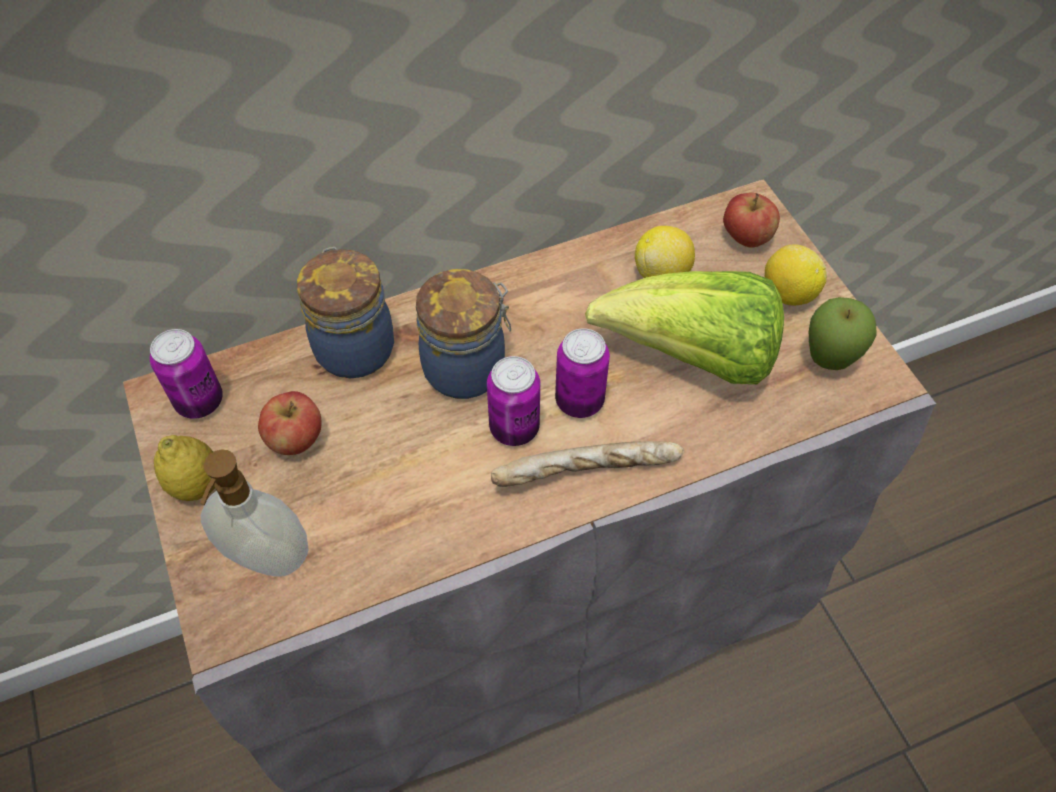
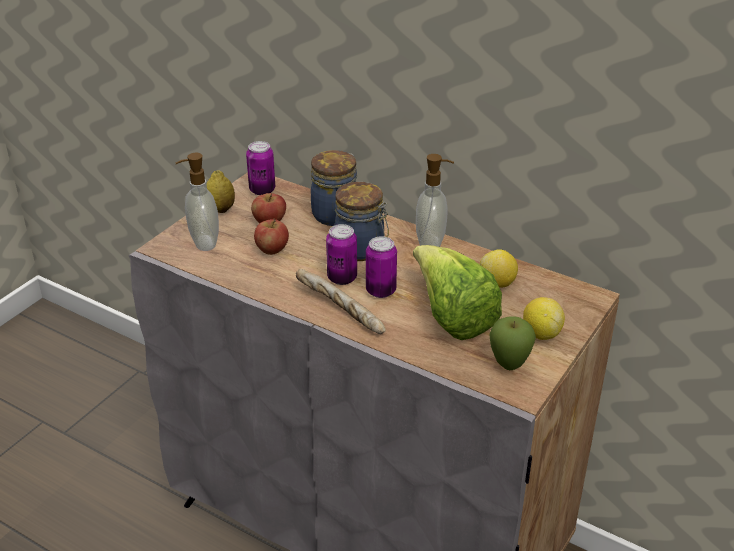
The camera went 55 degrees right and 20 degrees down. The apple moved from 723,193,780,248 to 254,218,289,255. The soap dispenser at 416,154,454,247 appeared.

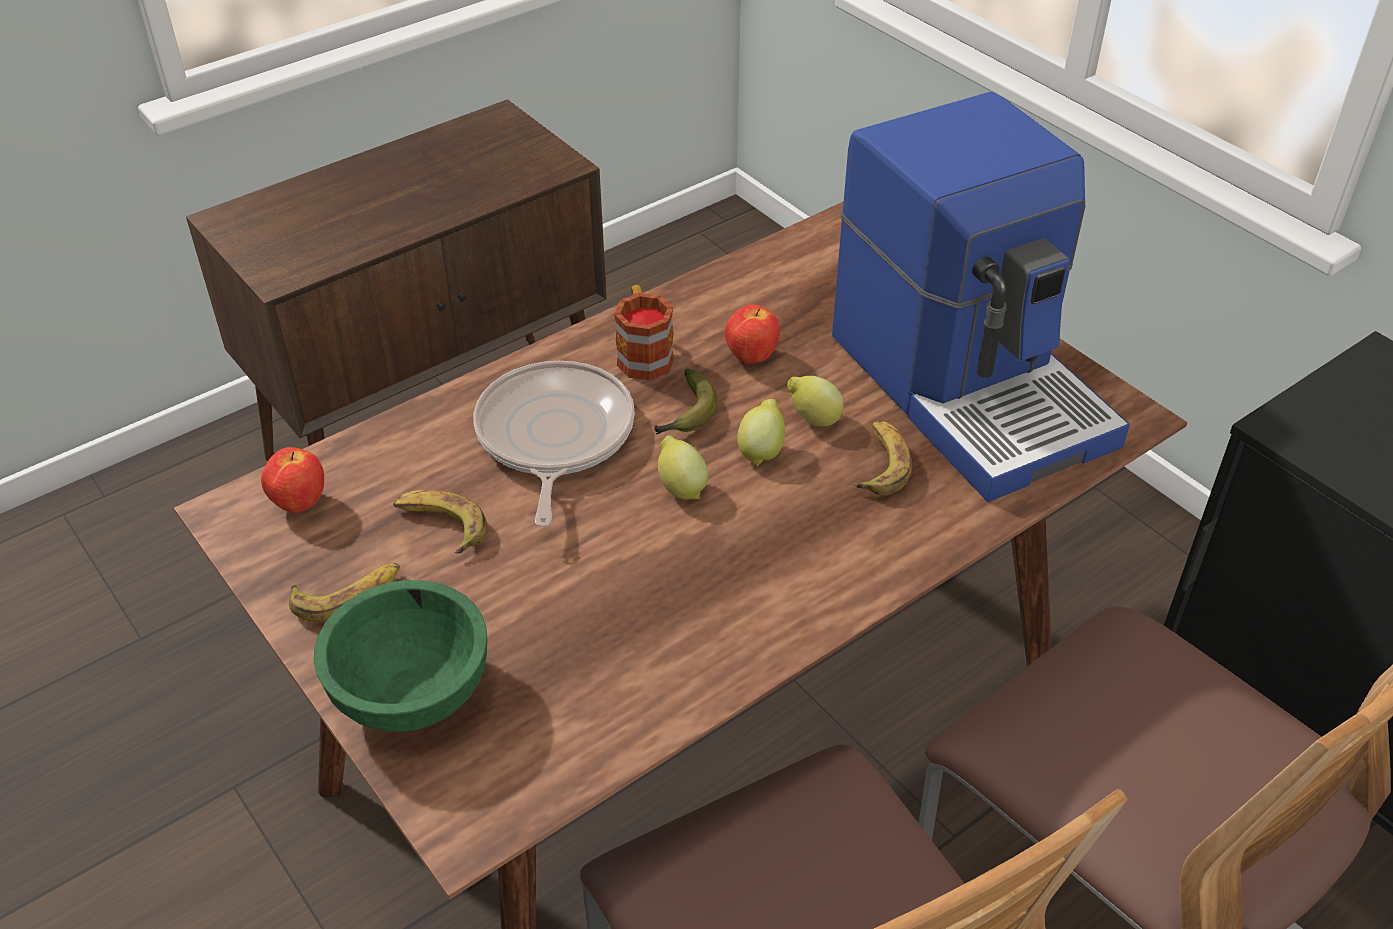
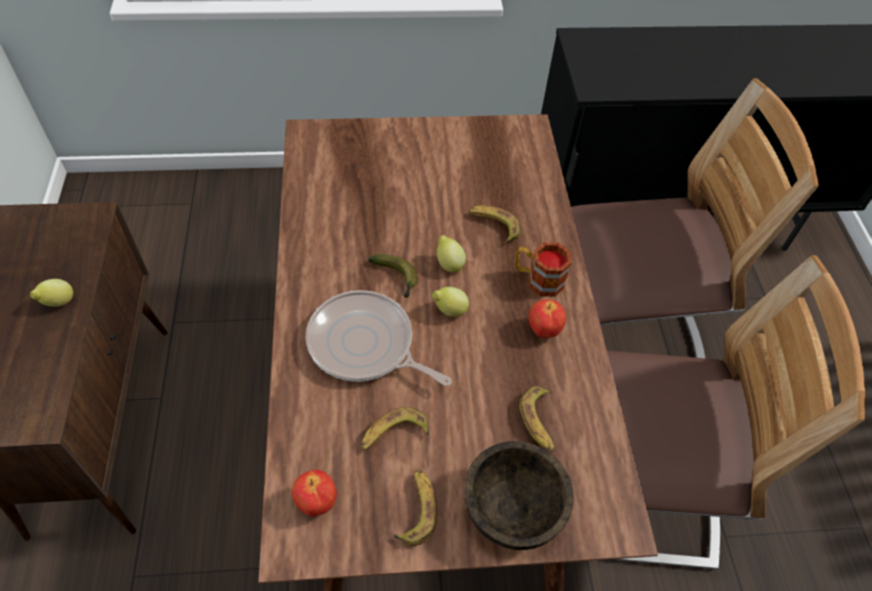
The camera went 60 degrees left and 10 degrees up. The bowl in green at 314,580,487,732 became the bowl in brown at 464,441,574,550. The mug moved from 614,285,674,381 to 515,242,572,297. The apple moved from 725,305,780,364 to 528,299,566,338. The lemon moved from 787,376,844,427 to 30,279,73,307. The coffee machine at 832,92,1130,502 disappeared. The banana at 519,386,555,452 appeared.

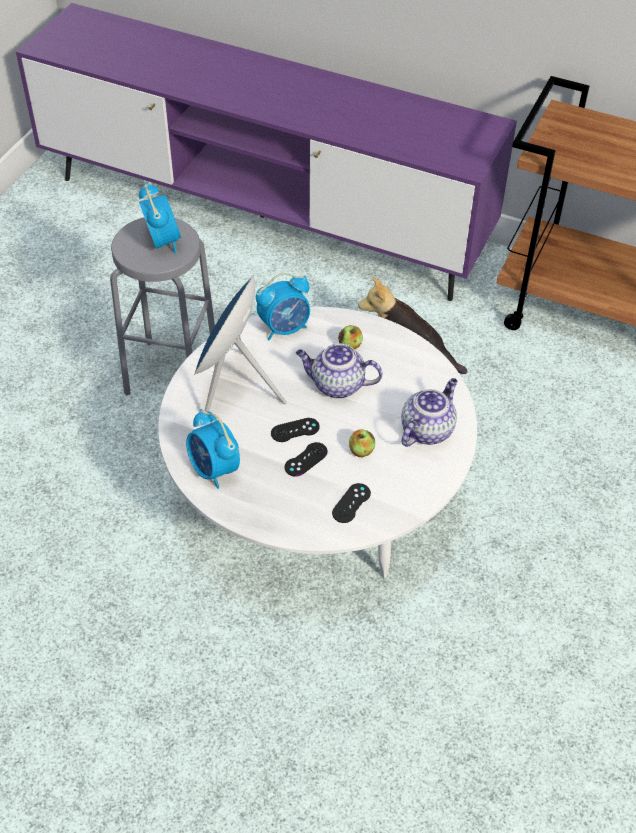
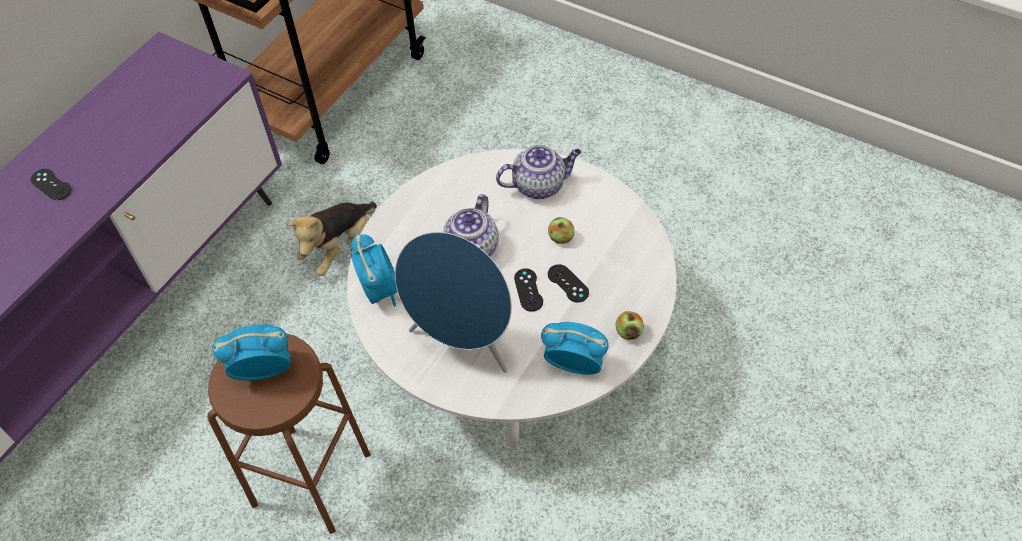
The camera went 80 degrees left and 5 degrees up. The stool in grey at 110,217,215,396 became the stool in brown at 207,333,371,534. The alarm clock at 186,409,240,489 turned 135 degrees counterclockwise. The game controller in black moved from 332,483,371,523 to 31,169,72,200. The apple moved from 338,325,363,350 to 616,311,644,340. The teapot at 401,378,458,447 turned 120 degrees clockwise.

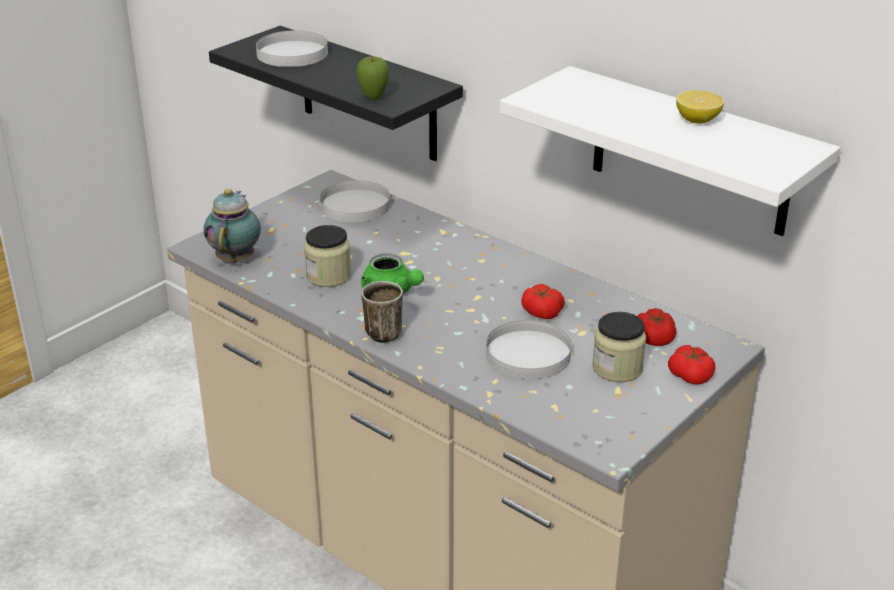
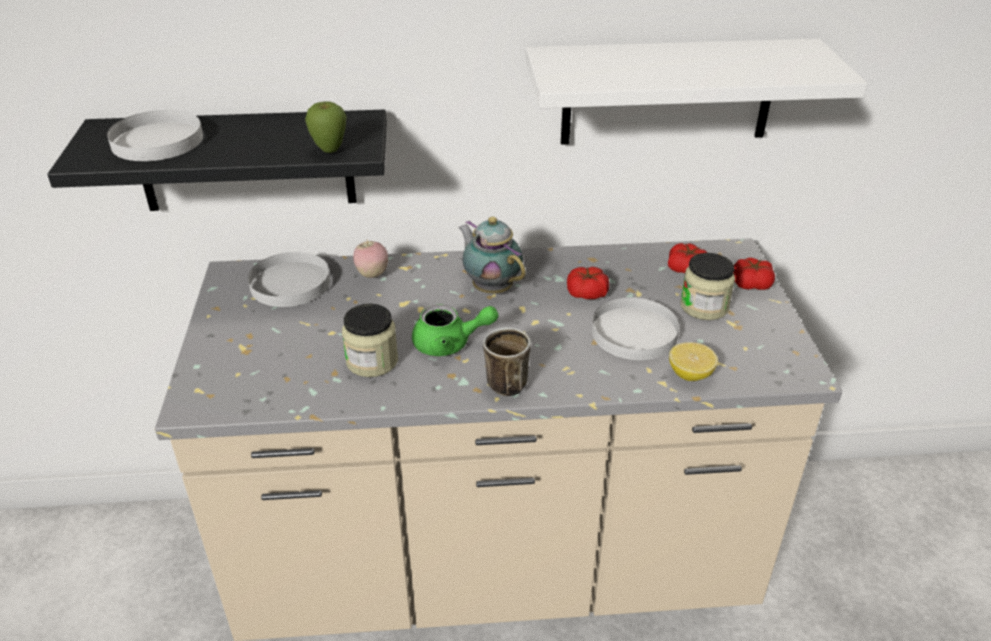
The camera went 45 degrees left and 5 degrees up. The teapot moved from 204,189,261,263 to 458,217,525,293. The lemon moved from 676,90,724,124 to 669,342,718,381. The apple at 353,240,388,278 appeared.

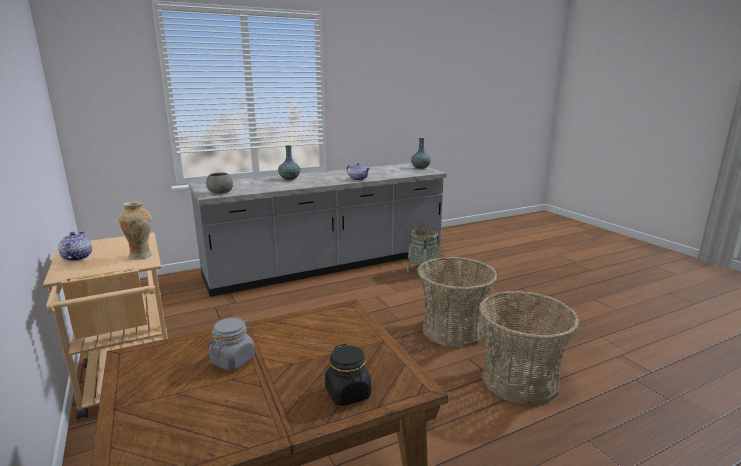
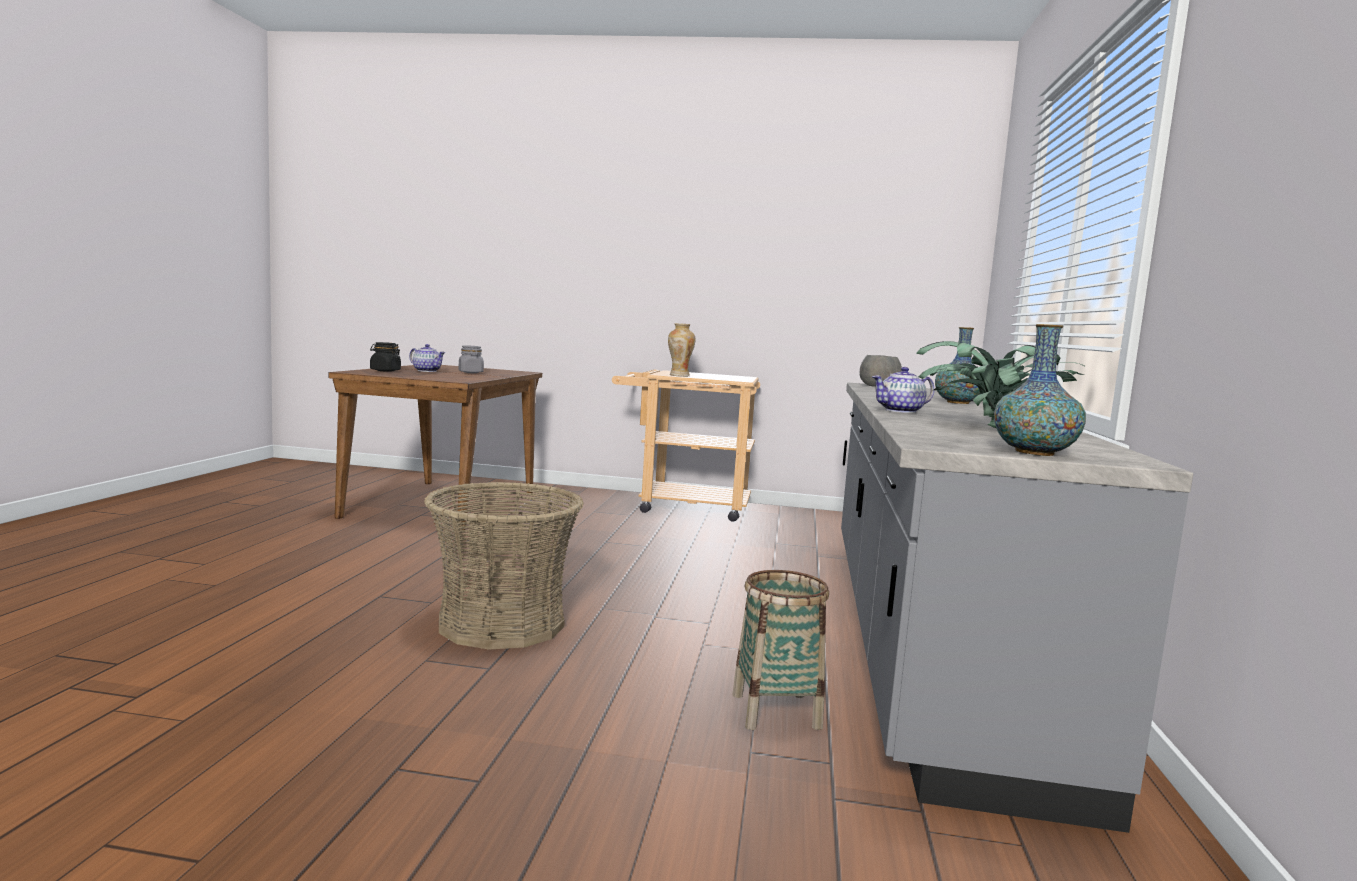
The camera went 125 degrees right and 10 degrees down. The teapot moved from 58,231,92,261 to 409,344,445,372. The basket at 479,291,580,405 disappeared. The potted plant at 916,341,1085,429 appeared.

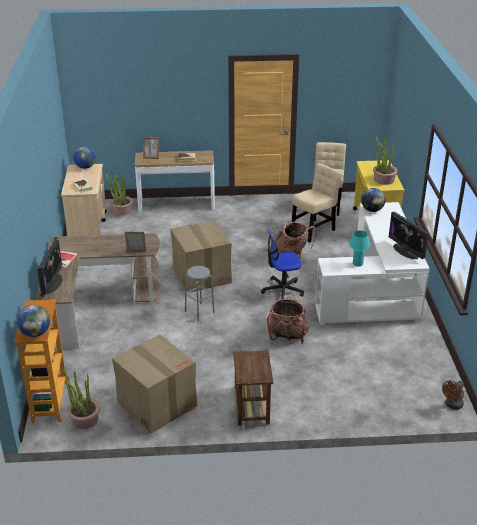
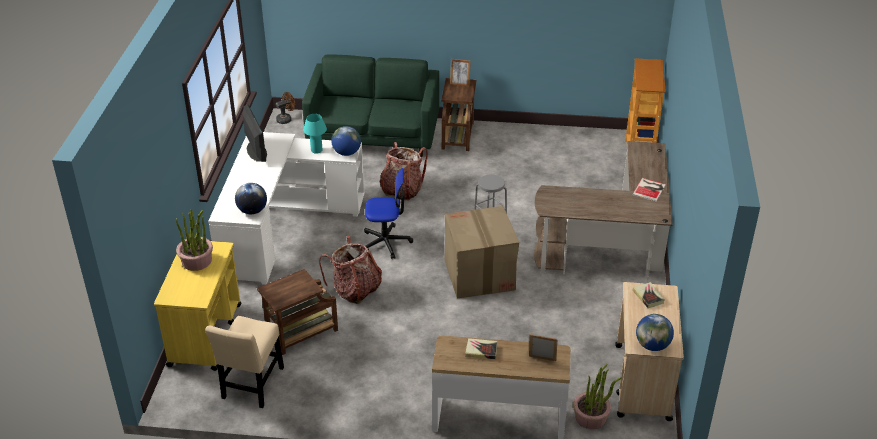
The camera went 170 degrees left and 5 degrees up. The globe moved from 17,305,50,337 to 331,126,361,156. The monitor at 37,240,63,295 disappeared. The potted plant at 64,369,100,429 disappeared. The cardboard box at 112,335,197,434 disappeared. The picture frame moved from 125,231,146,252 to 450,59,471,86. The chair in beige at 291,163,342,243 was replaced by the side table in brown at 257,269,338,355. The sofa in green at 302,54,439,157 appeared.

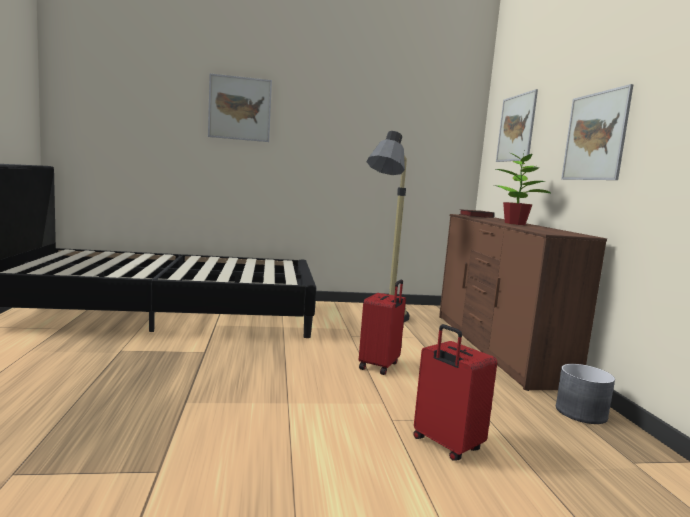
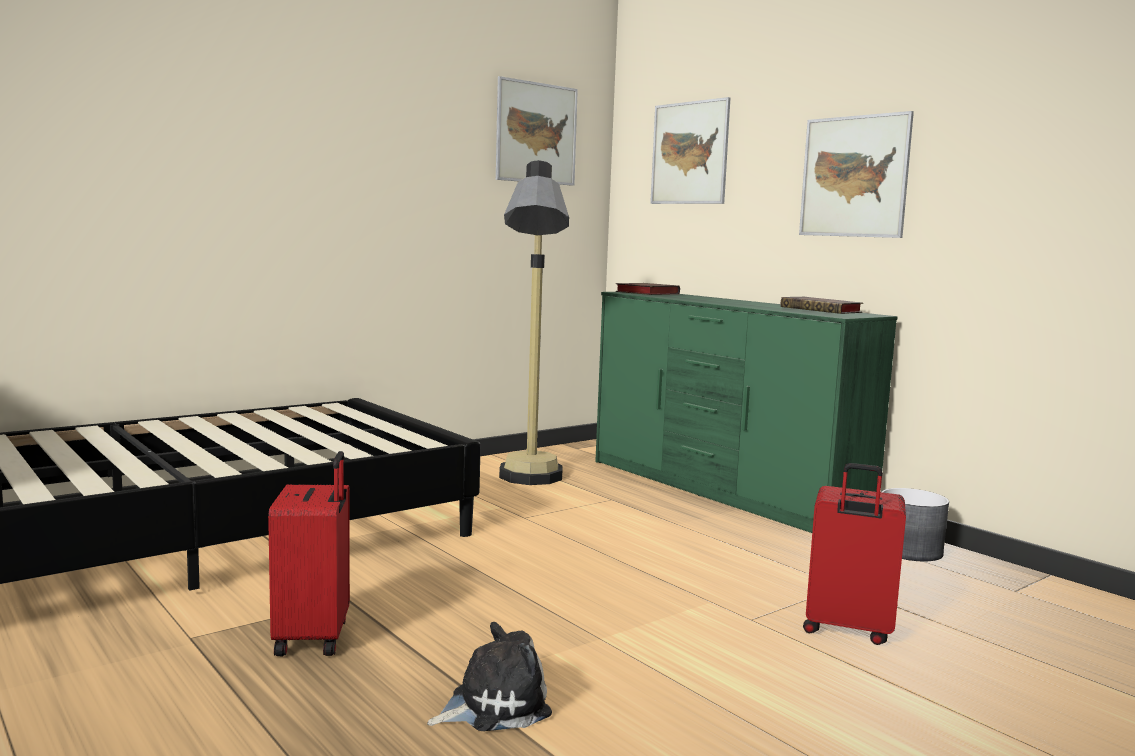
The camera went 30 degrees left and 0 degrees up. The picture moved from 208,74,272,142 to 496,76,578,186. The suitcase in red moved from 359,280,406,375 to 268,451,350,656. The dresser in brown at 439,214,607,391 became the dresser in green at 595,292,898,533. The potted plant at 494,153,551,225 disappeared. The plush toy at 427,622,552,731 appeared. The book at 781,297,863,314 appeared.

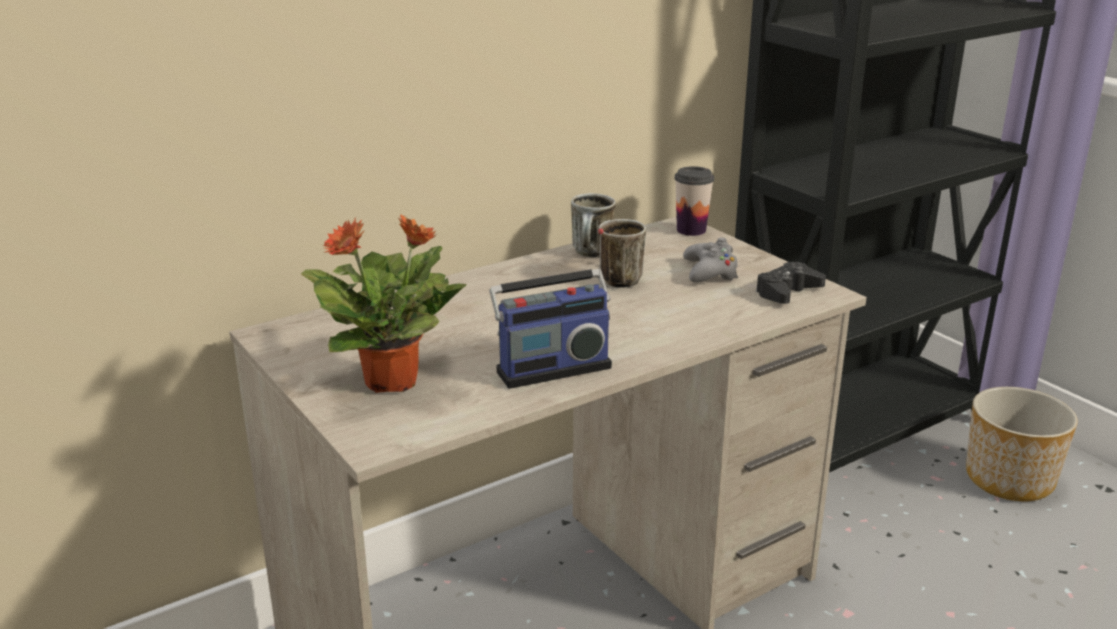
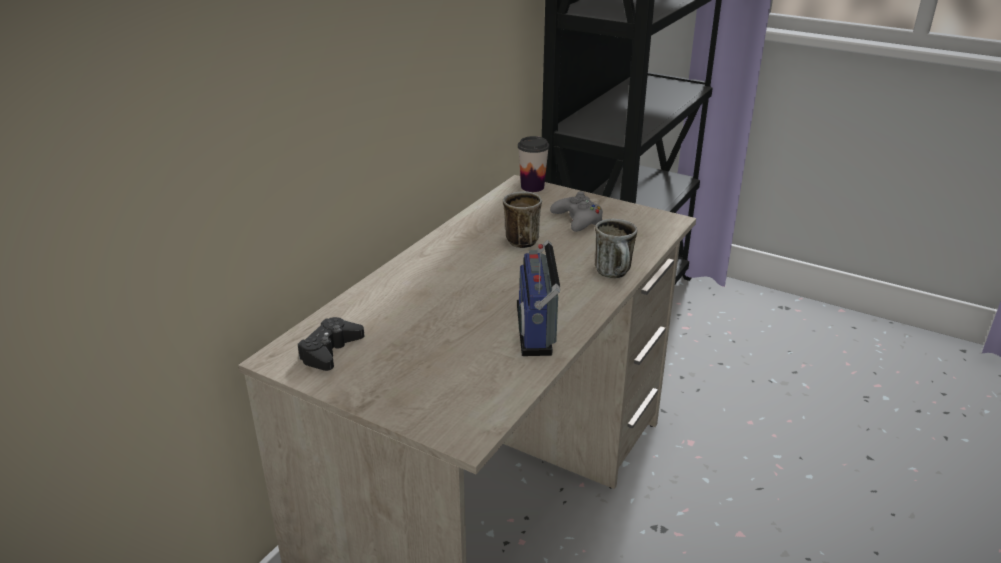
The camera went 25 degrees left and 5 degrees up. The potted plant at 301,215,466,393 disappeared. The radio at 489,228,612,389 turned 135 degrees clockwise. The mug moved from 571,193,616,257 to 595,219,637,278. The game controller in black moved from 756,262,826,304 to 298,317,364,371. The planter at 966,387,1078,501 disappeared.

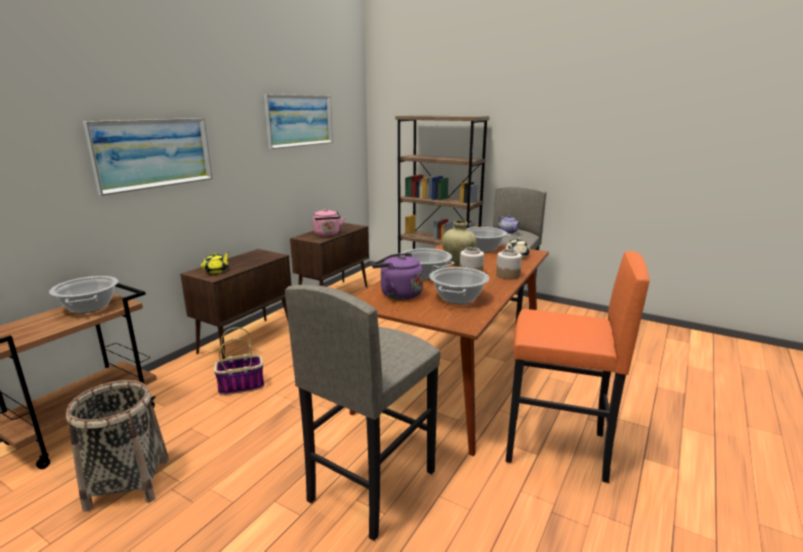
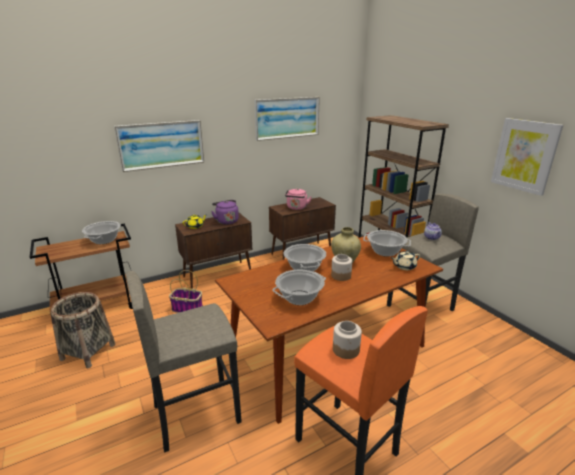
The camera went 30 degrees right and 5 degrees up. The kettle in purple moved from 372,253,423,300 to 211,200,239,224. The jar moved from 496,249,522,279 to 333,321,362,359. The picture at 491,118,563,196 appeared.

